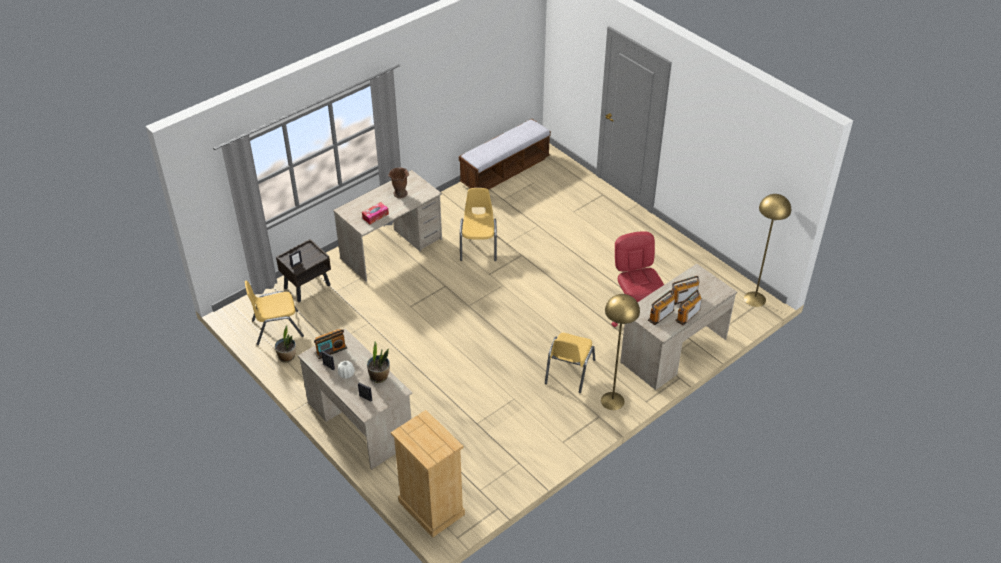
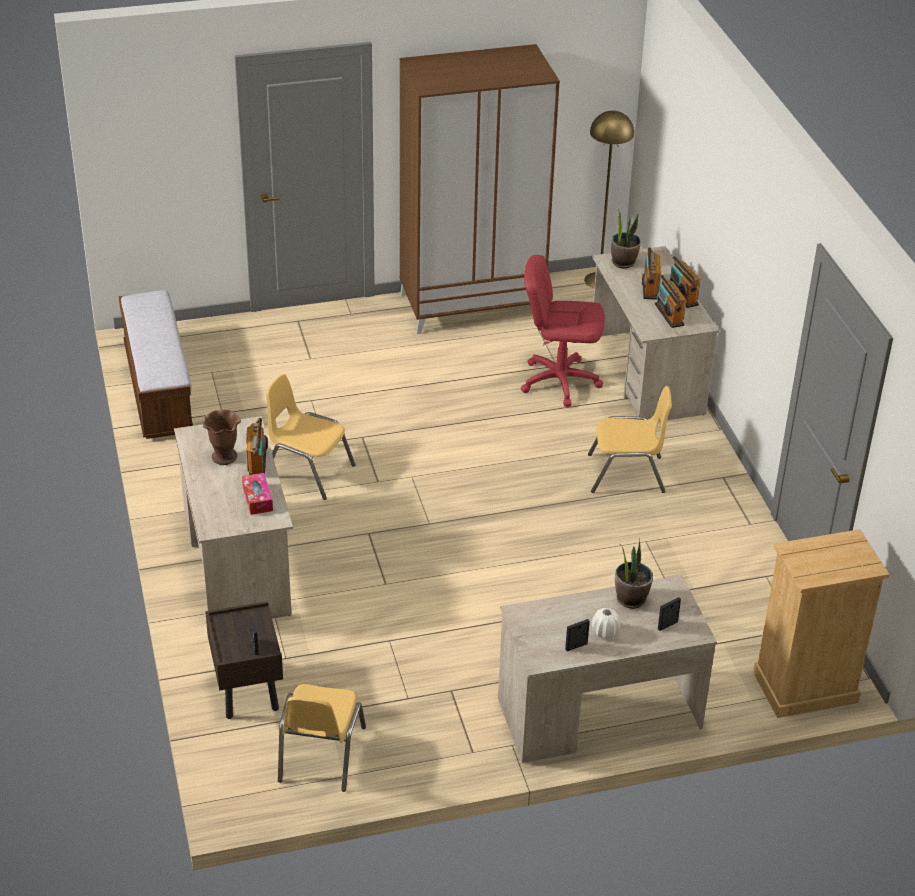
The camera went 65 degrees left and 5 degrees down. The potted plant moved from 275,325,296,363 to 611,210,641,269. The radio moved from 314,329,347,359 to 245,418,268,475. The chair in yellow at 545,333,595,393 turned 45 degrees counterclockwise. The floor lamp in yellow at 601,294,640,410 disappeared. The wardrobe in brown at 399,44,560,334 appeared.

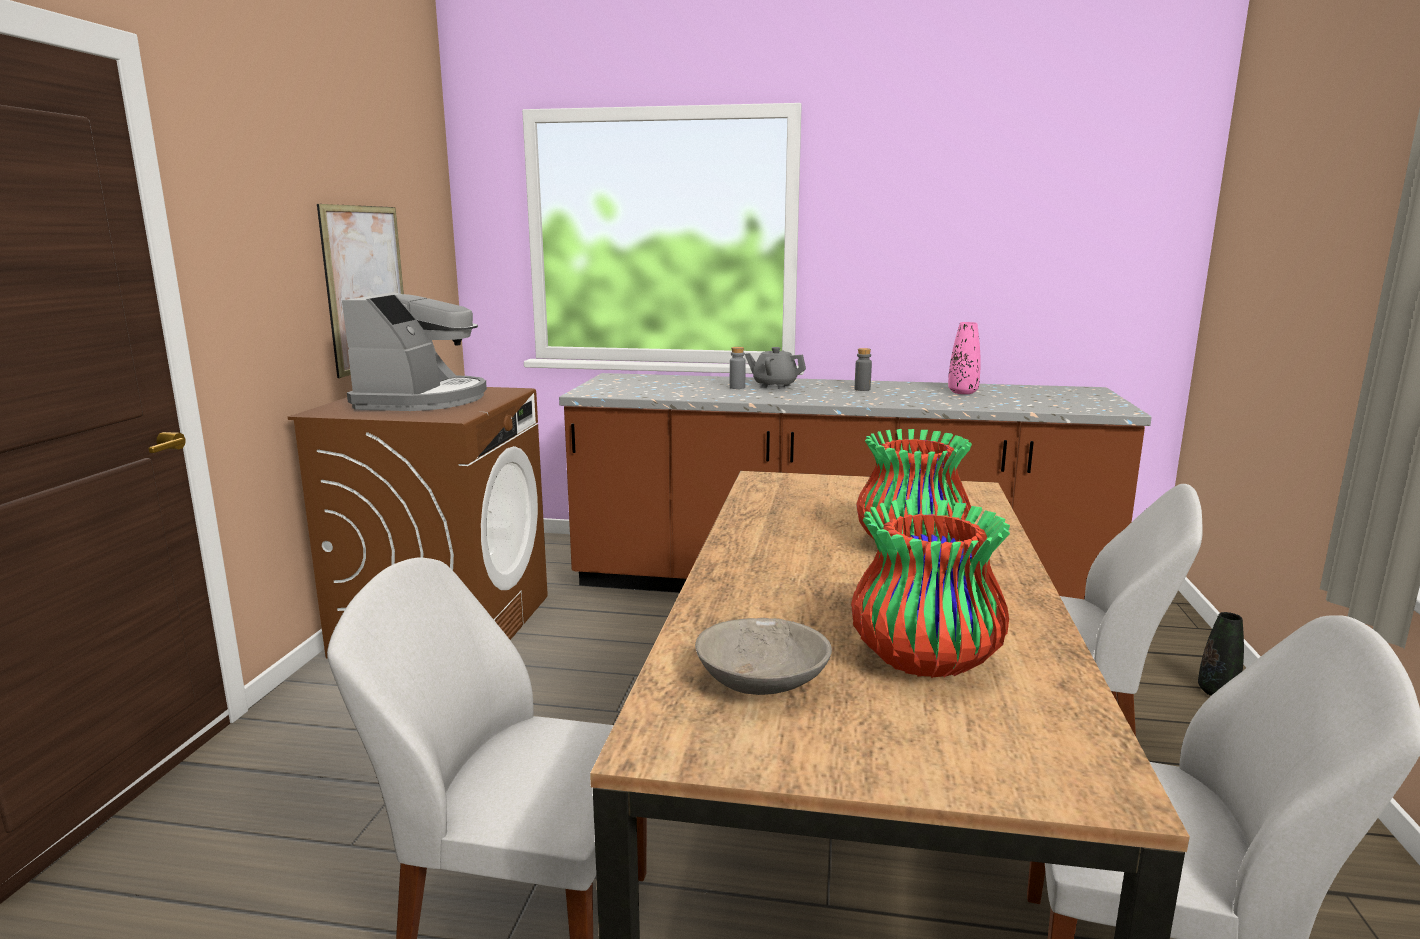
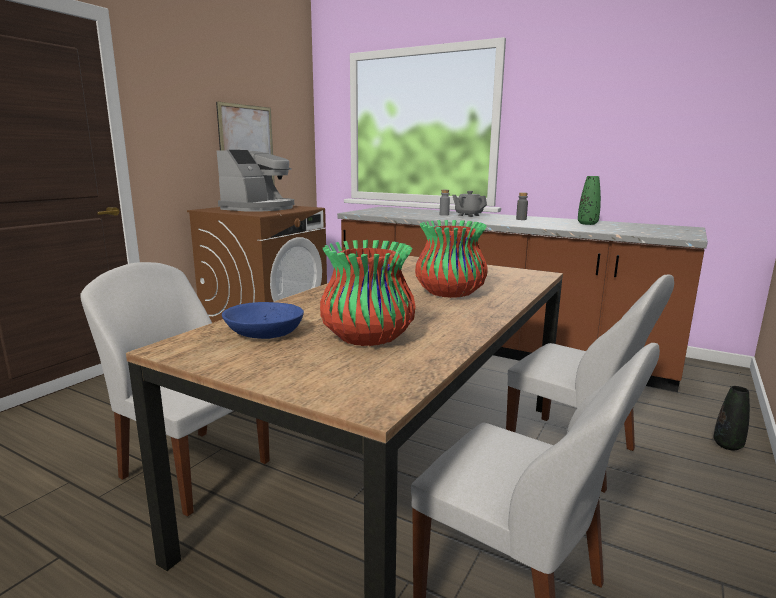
The camera went 20 degrees right and 0 degrees up. The bowl in grey at 695,618,832,695 became the bowl in blue at 222,302,304,339. The vase in pink at 948,322,981,394 became the vase in green at 578,176,601,225.

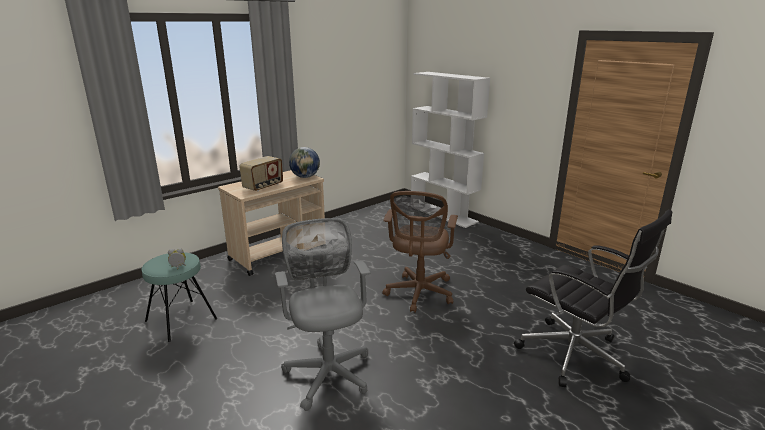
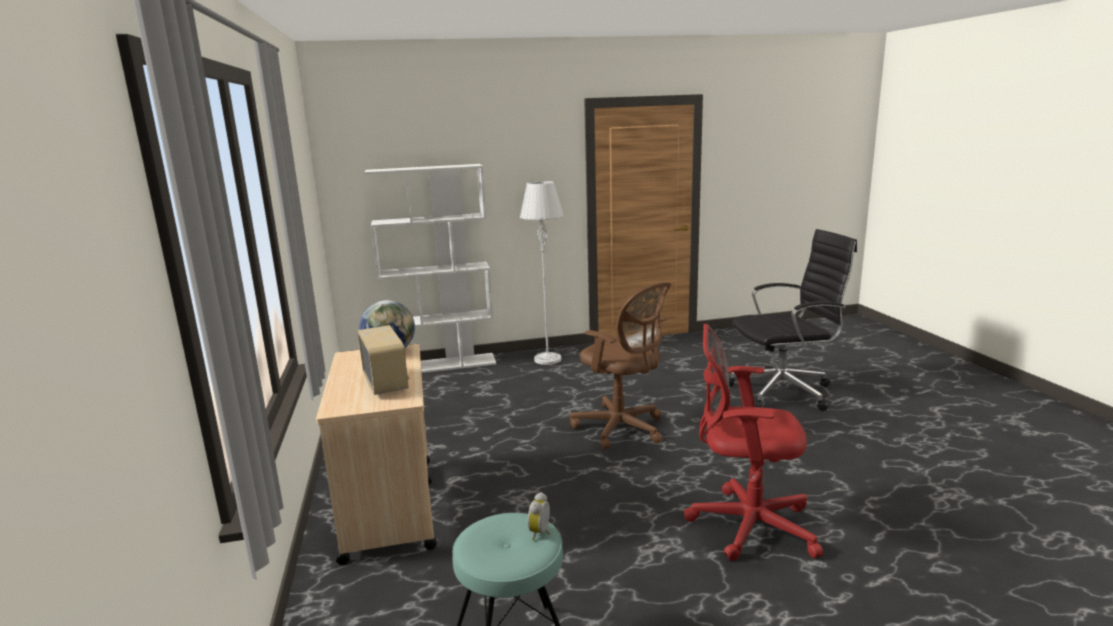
The camera went 60 degrees left and 5 degrees down. The office chair in grey at 275,218,370,411 became the office chair in red at 684,324,823,561. The floor lamp in grey at 520,181,564,365 appeared.

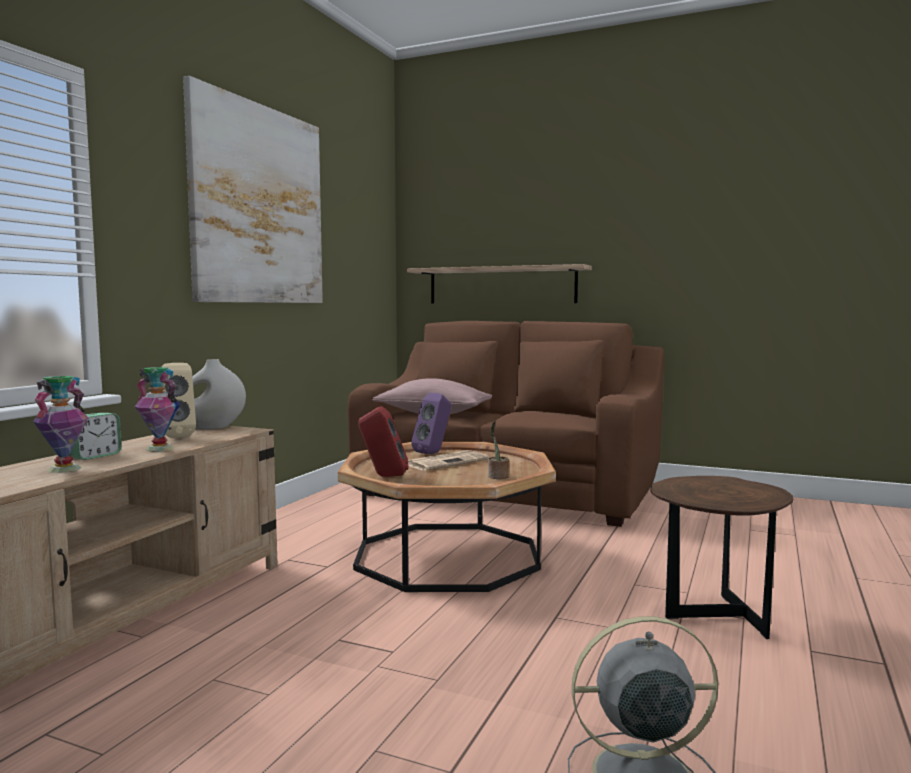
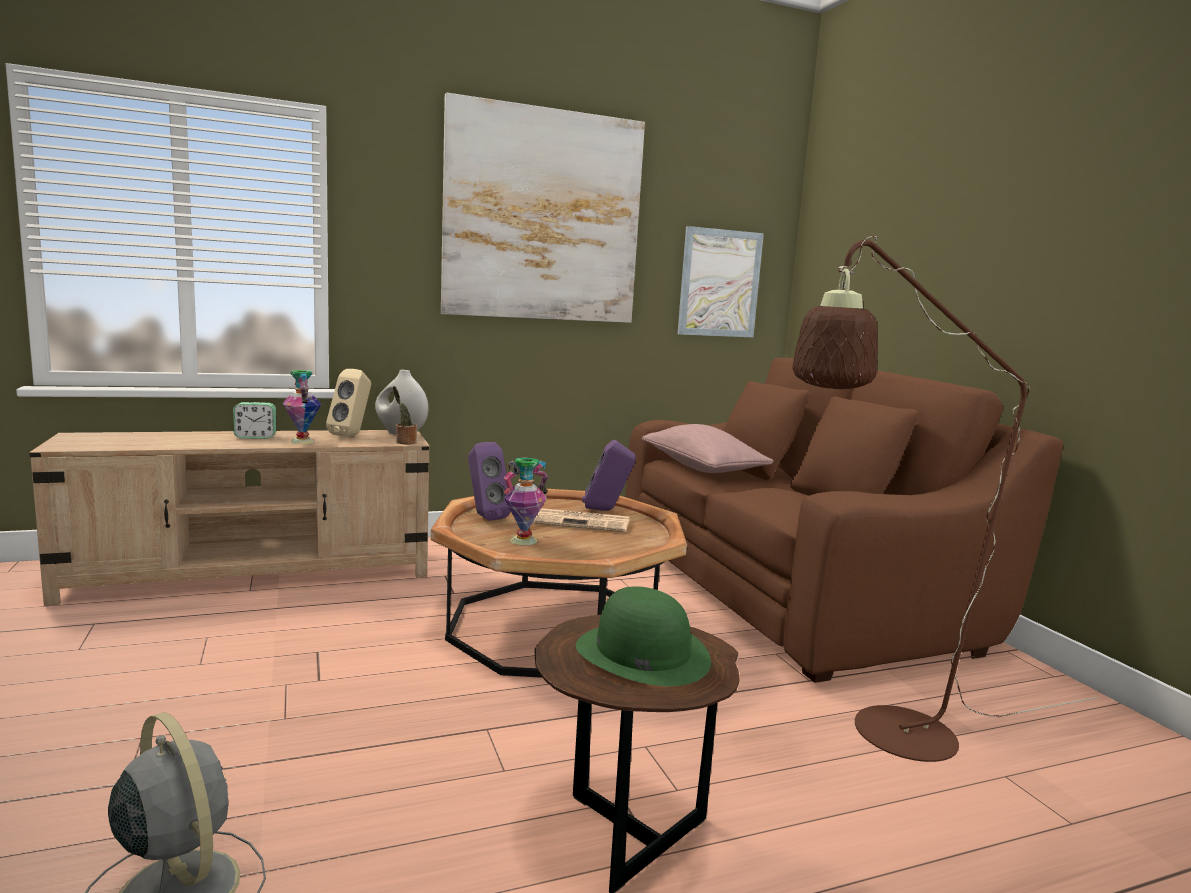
The camera went 45 degrees right and 5 degrees up. The vase moved from 33,376,88,473 to 503,458,549,545. The speaker in red at 358,406,409,477 became the speaker in purple at 468,442,511,521. The shelf at 407,264,592,303 disappeared. The potted plant moved from 488,421,509,479 to 393,386,417,444. The hat in green at 576,586,711,686 appeared. The picture at 678,226,764,337 appeared. The floor lamp in brown at 792,235,1098,762 appeared.

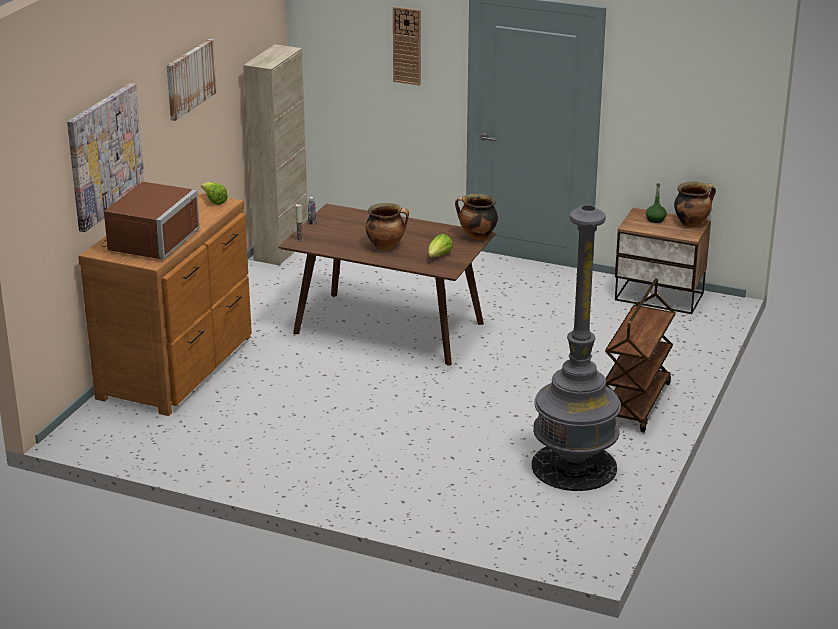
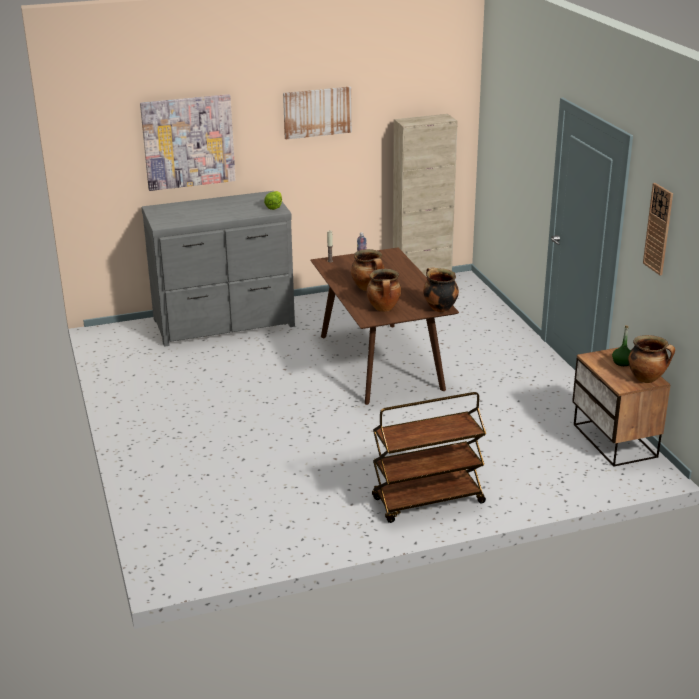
The camera went 50 degrees right and 0 degrees up. The dresser in brown at 78,192,252,416 became the dresser in grey at 141,191,295,347. The microwave in brown at 101,181,200,260 disappeared. The wall clock moved from 393,7,421,85 to 643,183,673,275. The lettuce at 428,234,453,257 was replaced by the cooking pot at 367,269,402,312. The floor lamp in grey at 532,205,621,491 disappeared.

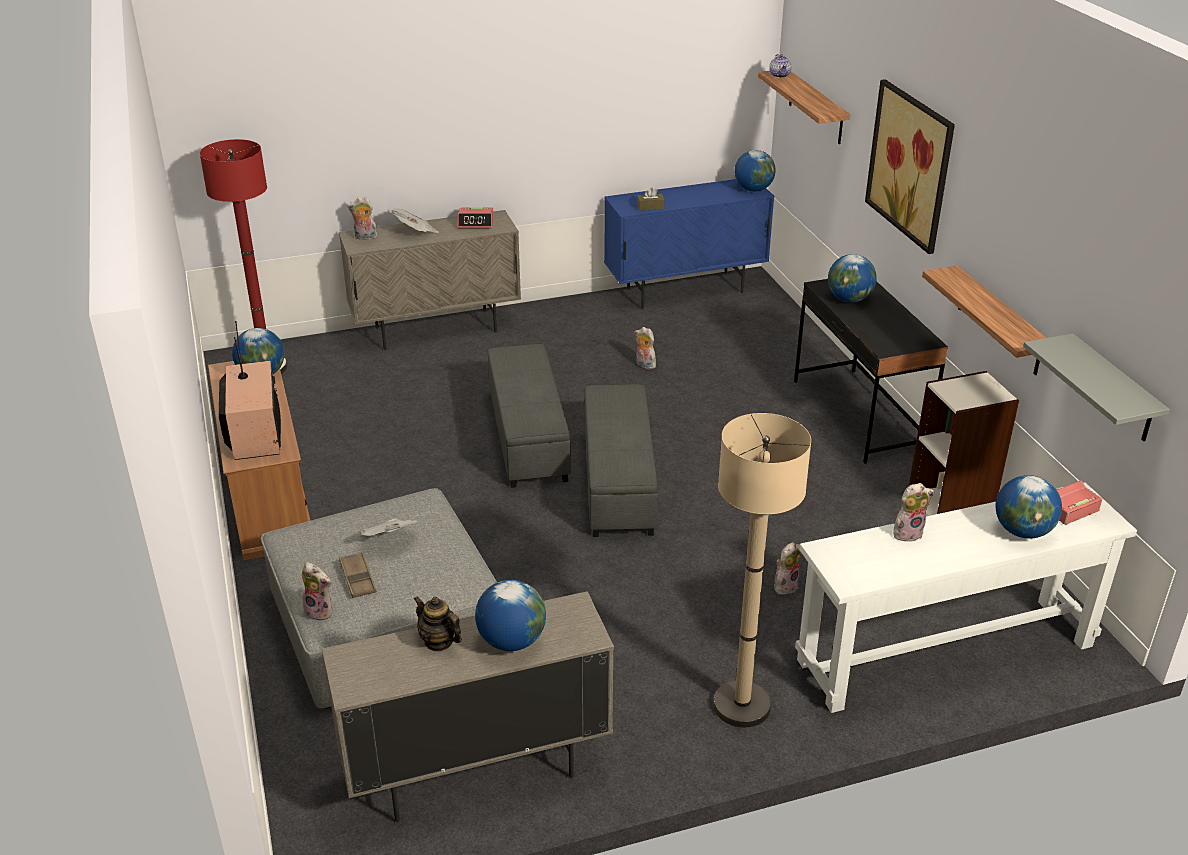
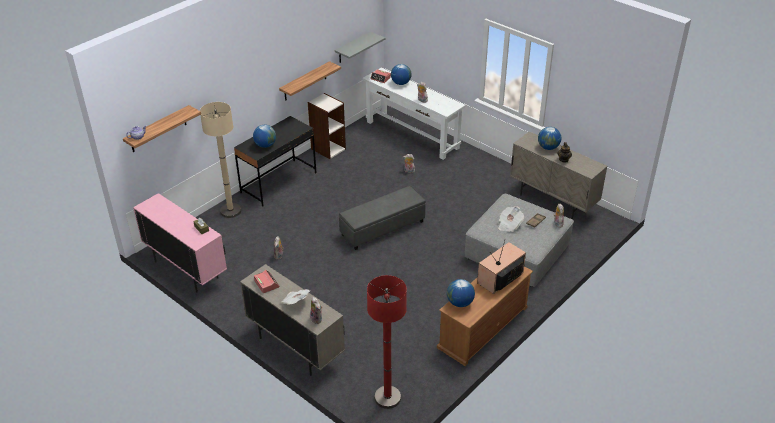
The camera went 120 degrees left and 5 degrees up. The ottoman in grey at 488,344,571,488 disappeared. The cabinet in blue at 604,179,774,309 became the cabinet in pink at 133,193,227,292. The floor lamp in beige moved from 713,413,811,727 to 200,102,241,218. The globe at 734,150,776,192 disappeared. The picture at 865,79,955,254 disappeared.

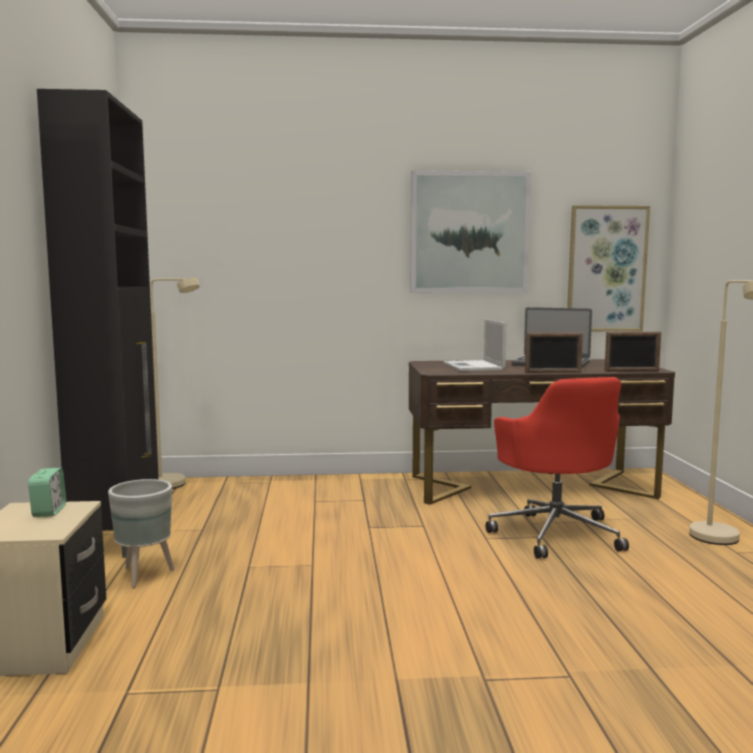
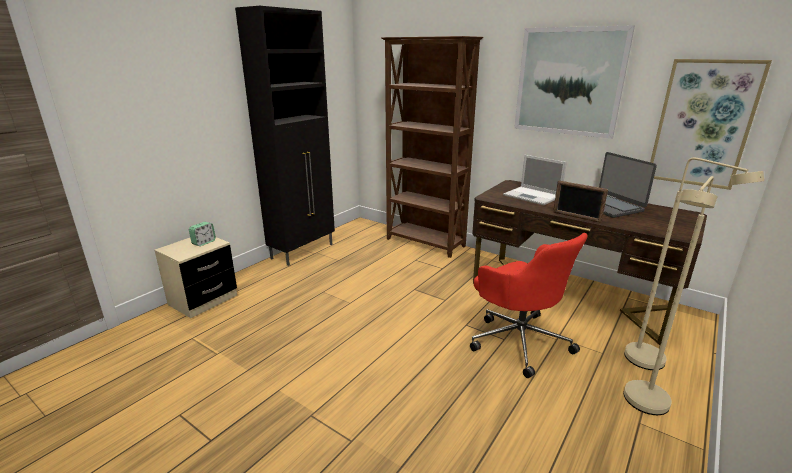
The camera went 40 degrees right and 15 degrees up. The planter in grey at 108,479,175,588 disappeared. The floor lamp in beige moved from 151,278,200,489 to 624,158,764,370. The laptop at 444,319,506,371 turned 75 degrees counterclockwise. The office chair in red at 485,377,629,559 turned 60 degrees counterclockwise. The picture frame at 604,332,661,372 disappeared. The bookcase in brown at 381,36,483,258 appeared.

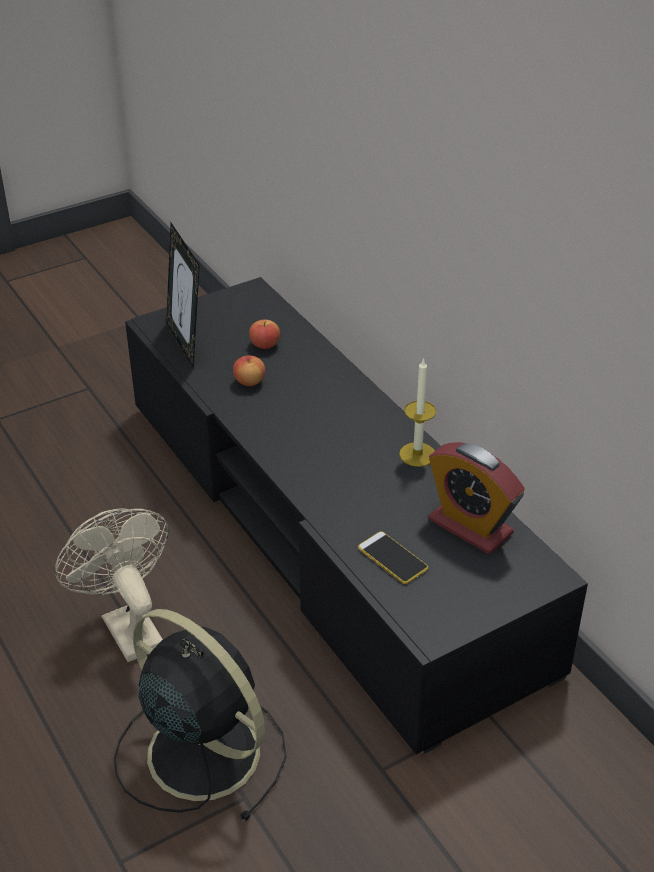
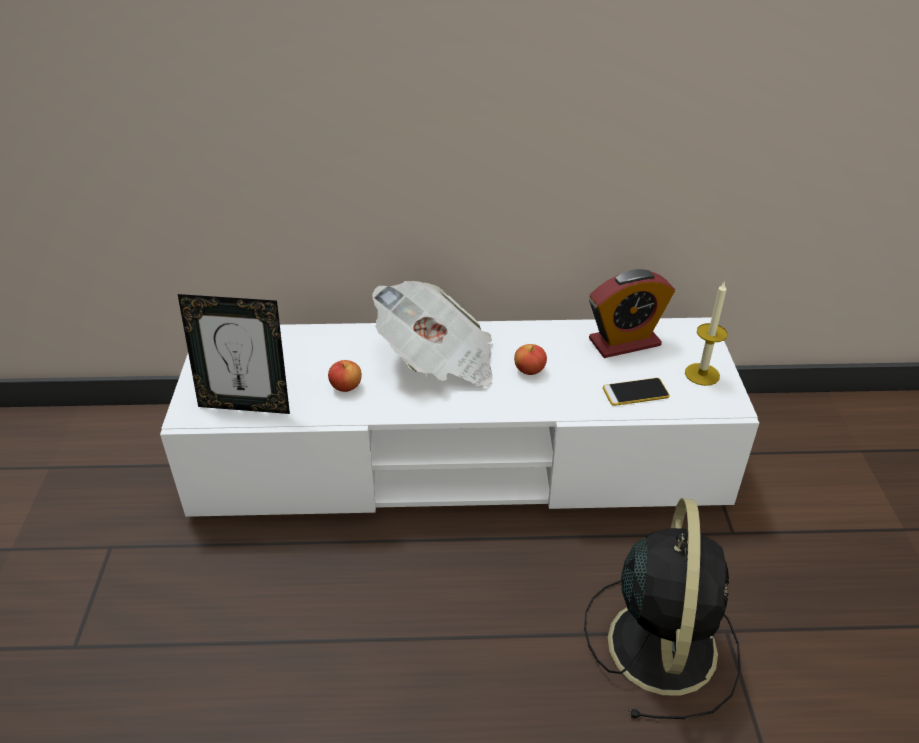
The camera went 60 degrees left and 0 degrees up. The fan in beige at 55,508,168,662 disappeared. The fan in black at 114,609,287,822 turned 120 degrees clockwise. The tv stand in black at 125,277,588,754 became the tv stand in white at 160,317,759,517. The apple moved from 249,320,280,349 to 514,344,547,375. The candle moved from 399,358,436,467 to 685,281,728,386. The newspaper at 372,281,493,387 appeared.

